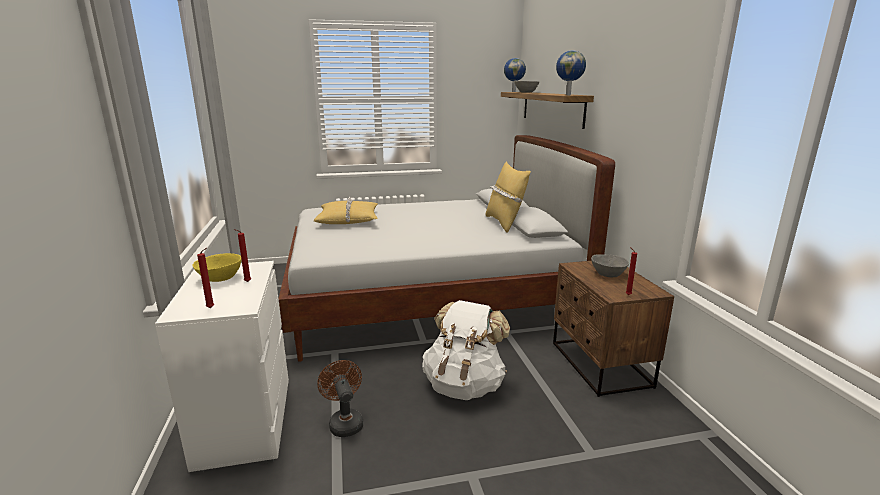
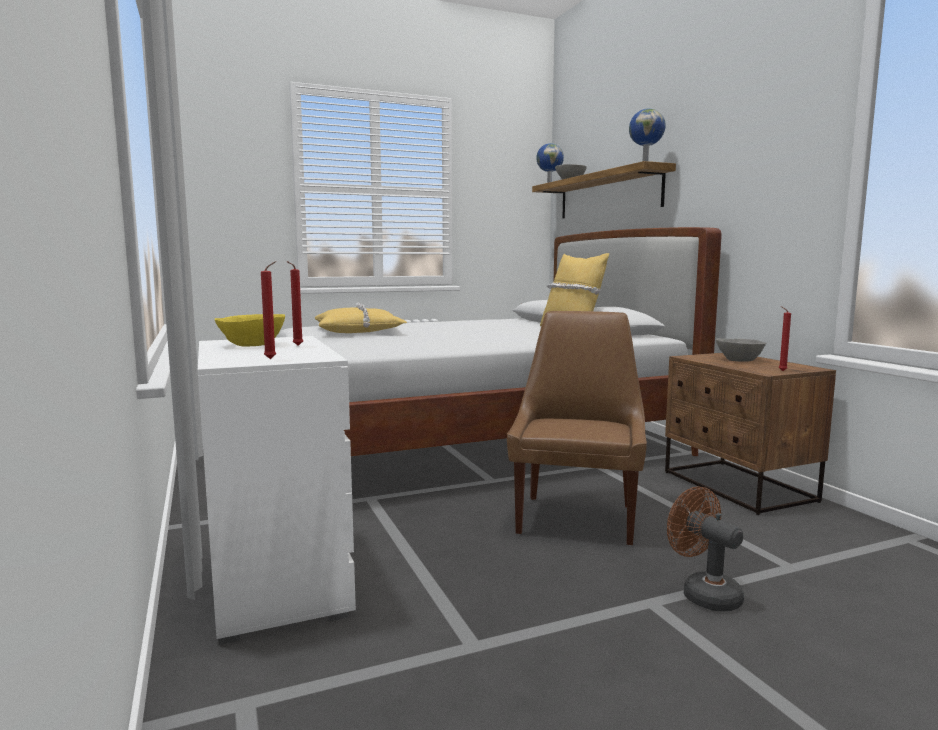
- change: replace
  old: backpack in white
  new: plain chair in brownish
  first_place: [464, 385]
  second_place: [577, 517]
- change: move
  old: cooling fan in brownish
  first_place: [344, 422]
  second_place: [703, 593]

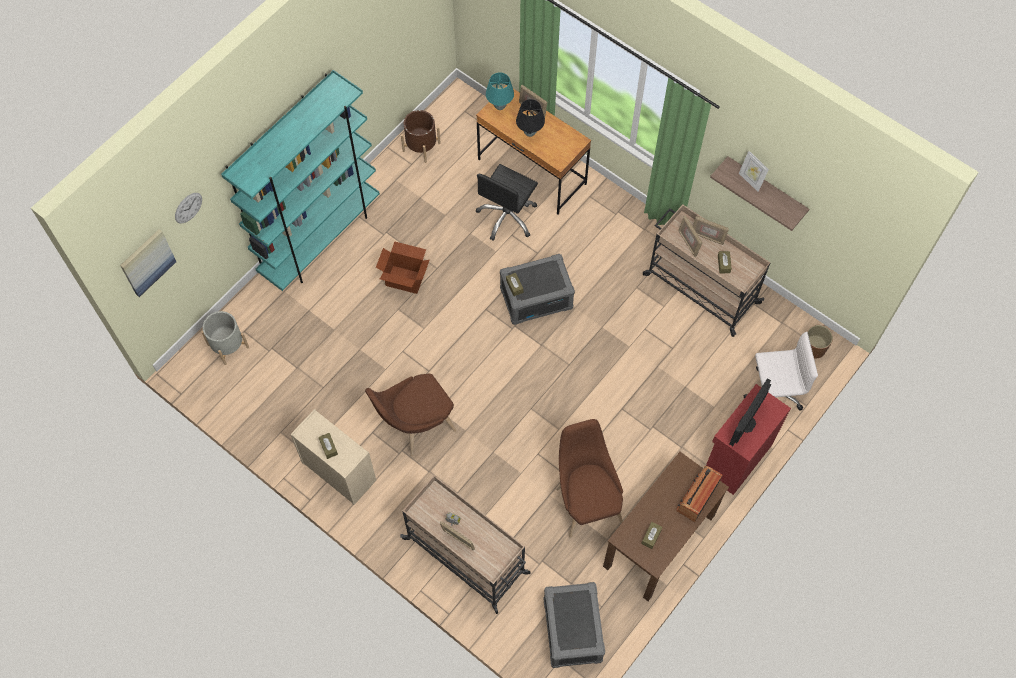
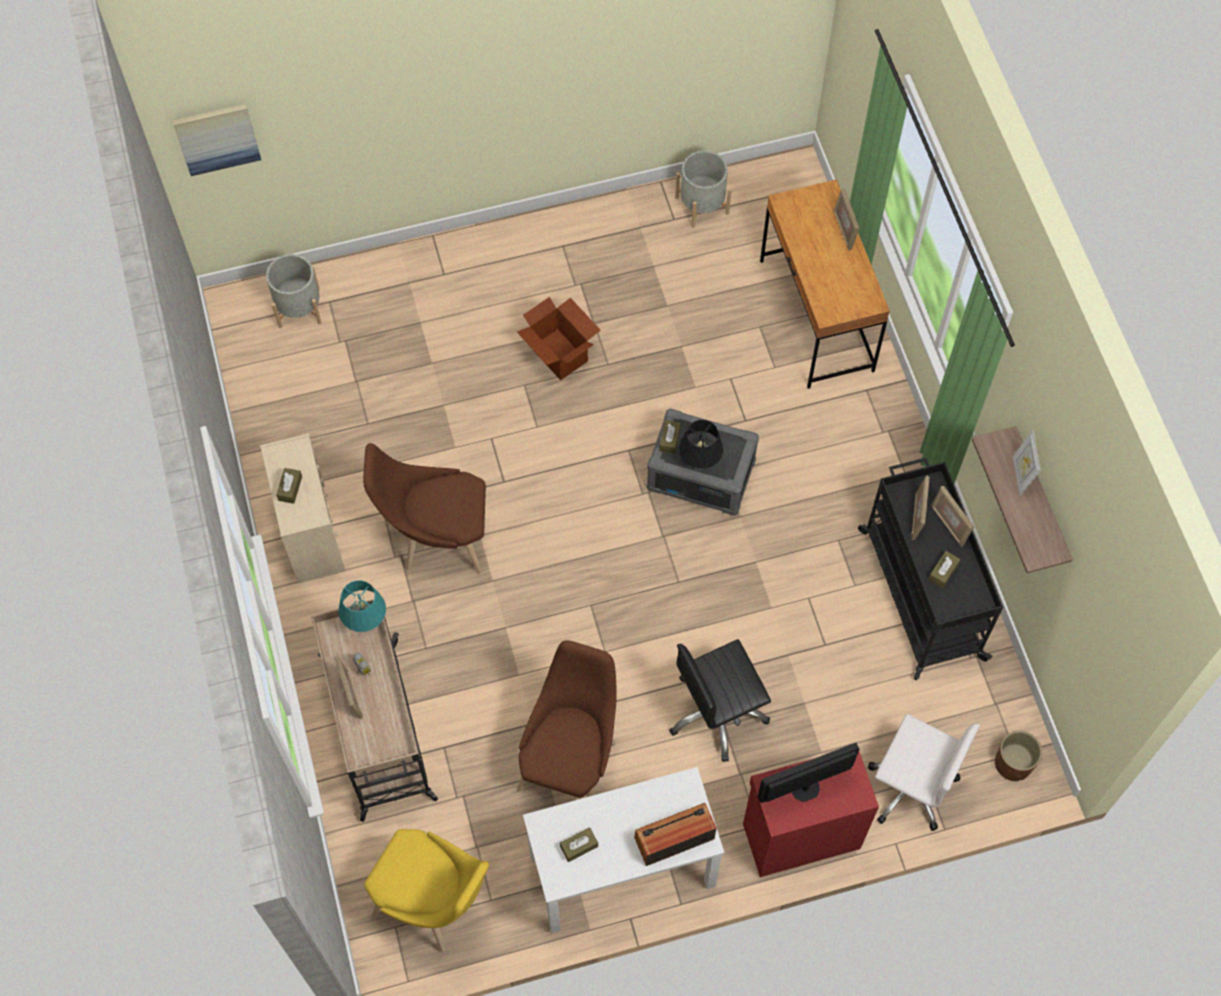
- change: move
  old: lamp for a table in blue-green
  first_place: [499, 106]
  second_place: [366, 622]
- change: replace
  old: storage box in greyish
  new: plain chair in yellow-coloured
  first_place: [573, 630]
  second_place: [435, 904]
- change: recolor
  old: desk table in brownish
  new: desk table in white
  first_place: [658, 541]
  second_place: [621, 870]
- change: move
  old: office chair in black-coloured
  first_place: [507, 216]
  second_place: [717, 713]
- change: recolor
  old: plant pot in brownish
  new: plant pot in greyish
  first_place: [421, 147]
  second_place: [702, 205]
- change: move
  old: lamp for a table in black-coloured
  first_place: [530, 133]
  second_place: [700, 464]
- change: recolor
  old: wheeled cart in beige
  new: wheeled cart in black-coloured
  first_place: [700, 288]
  second_place: [920, 592]
- change: delete
  old: clock on the wall
  first_place: [188, 207]
- change: delete
  old: shelving unit in blue-green
  first_place: [320, 238]

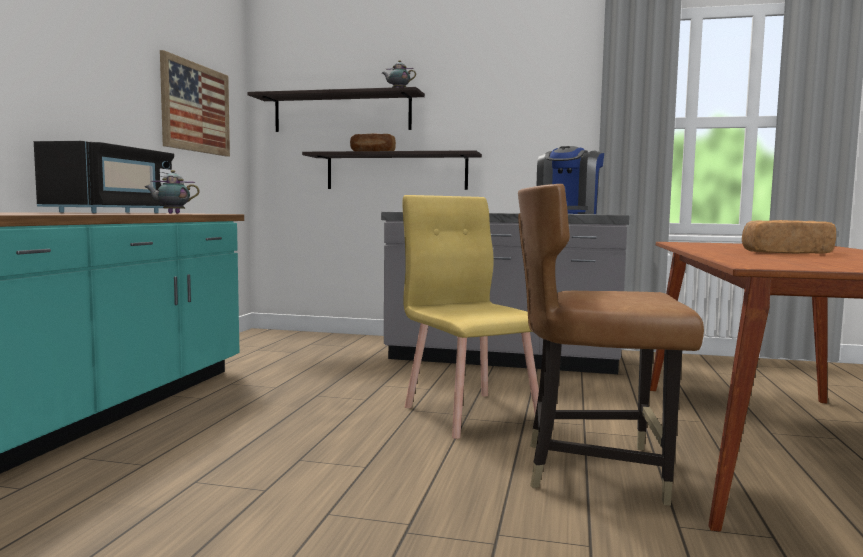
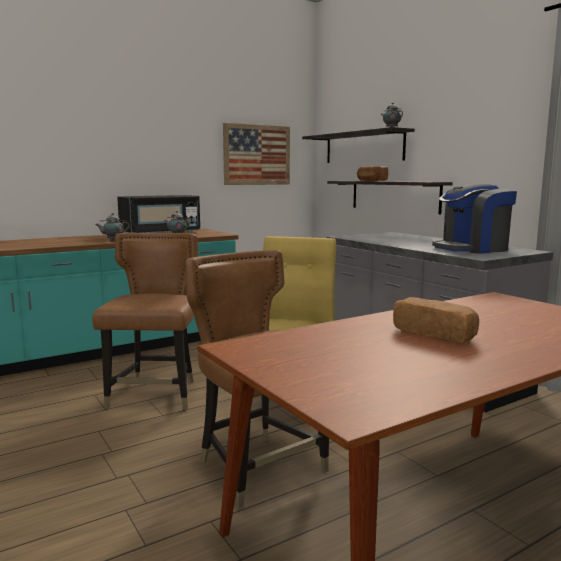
- change: insert
  new: plain chair in brownish
  second_place: [155, 395]
- change: insert
  new: tea pot
  second_place: [113, 240]

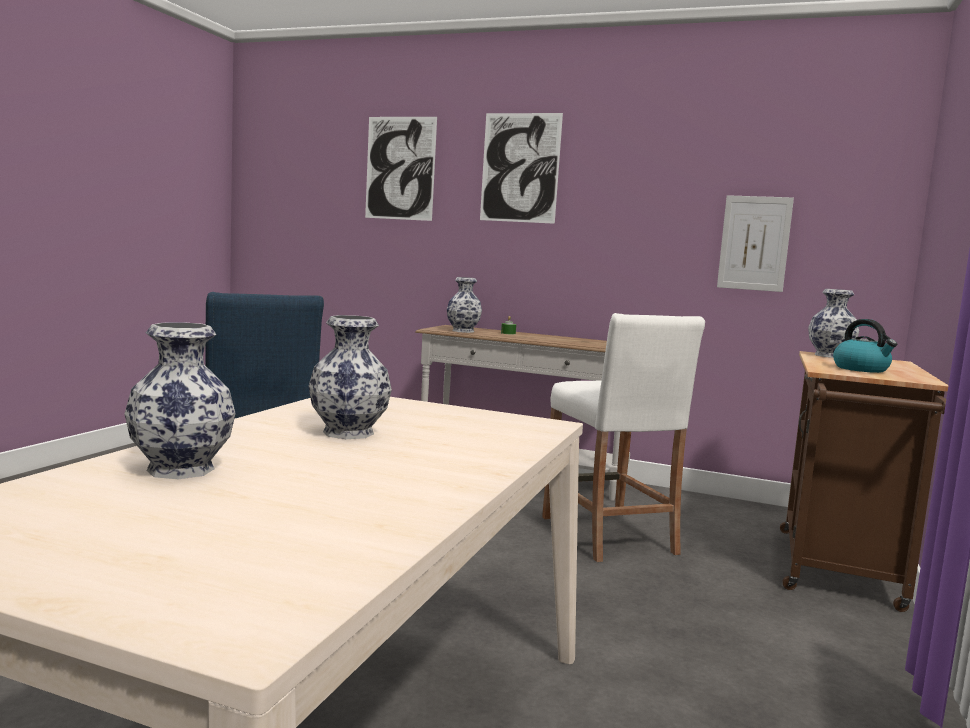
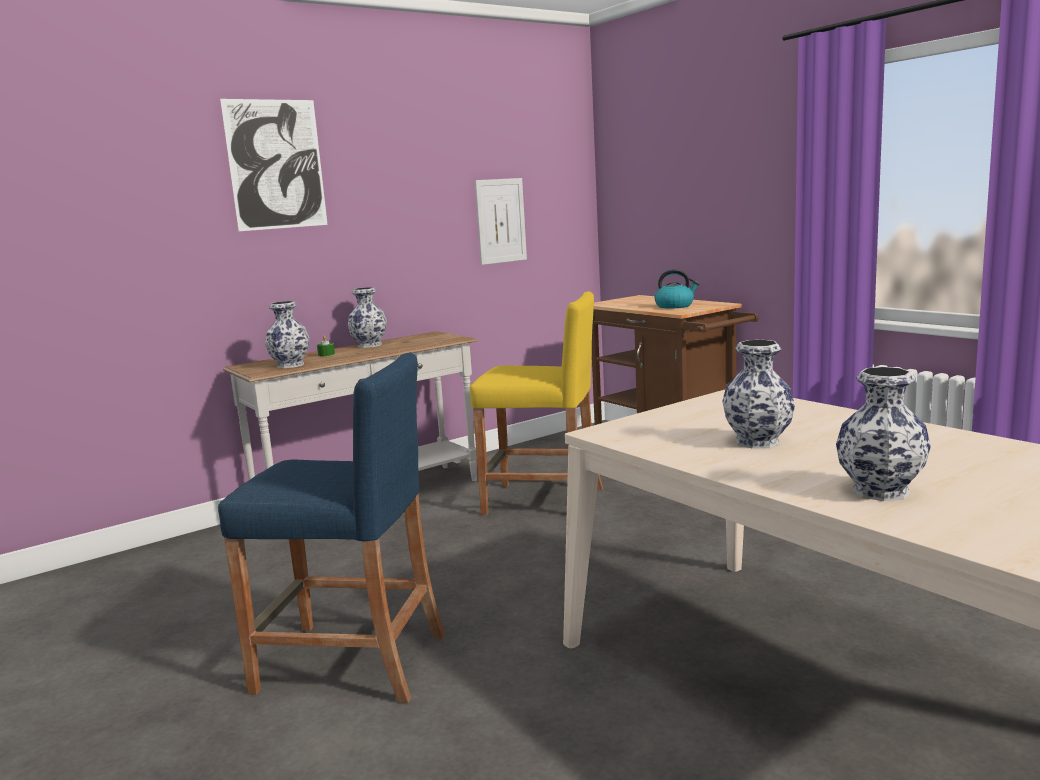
- change: move
  old: vase
  first_place: [829, 356]
  second_place: [369, 345]
- change: recolor
  old: sitting stool in white
  new: sitting stool in yellow-coloured
  first_place: [607, 535]
  second_place: [543, 501]
- change: delete
  old: wall picture
  first_place: [400, 168]

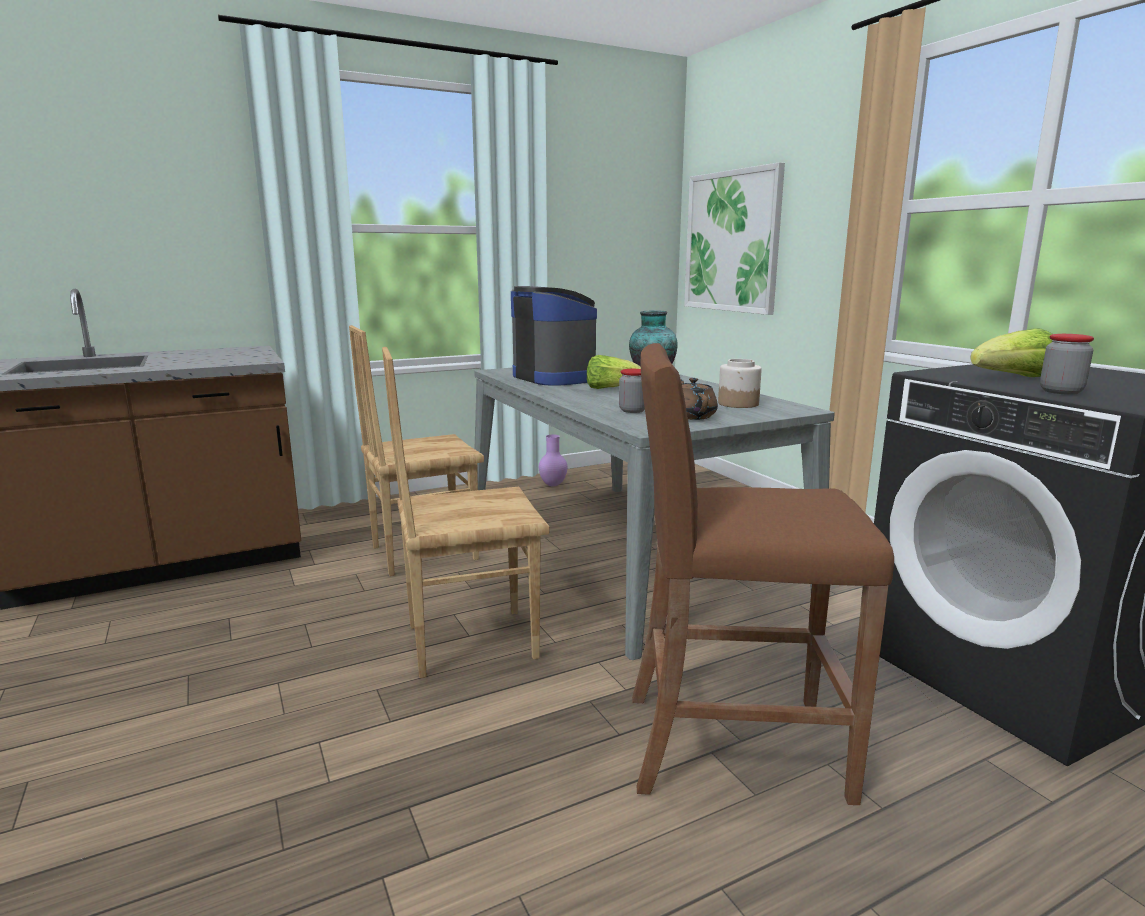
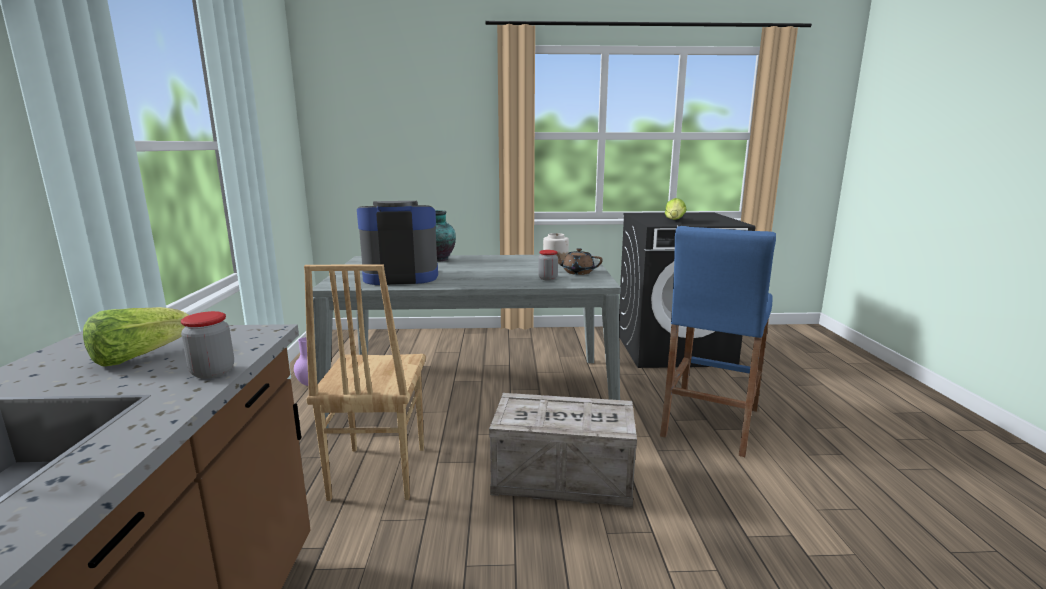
- change: move
  old: lettuce head
  first_place: [611, 389]
  second_place: [139, 357]
- change: move
  old: jar
  first_place: [1061, 391]
  second_place: [213, 372]
- change: replace
  old: plain chair in brownish
  new: crate
  first_place: [470, 641]
  second_place: [560, 478]
- change: recolor
  old: sitting stool in brownish
  new: sitting stool in blue-coloured
  first_place: [732, 744]
  second_place: [709, 422]
- change: delete
  old: wall picture
  first_place: [732, 242]

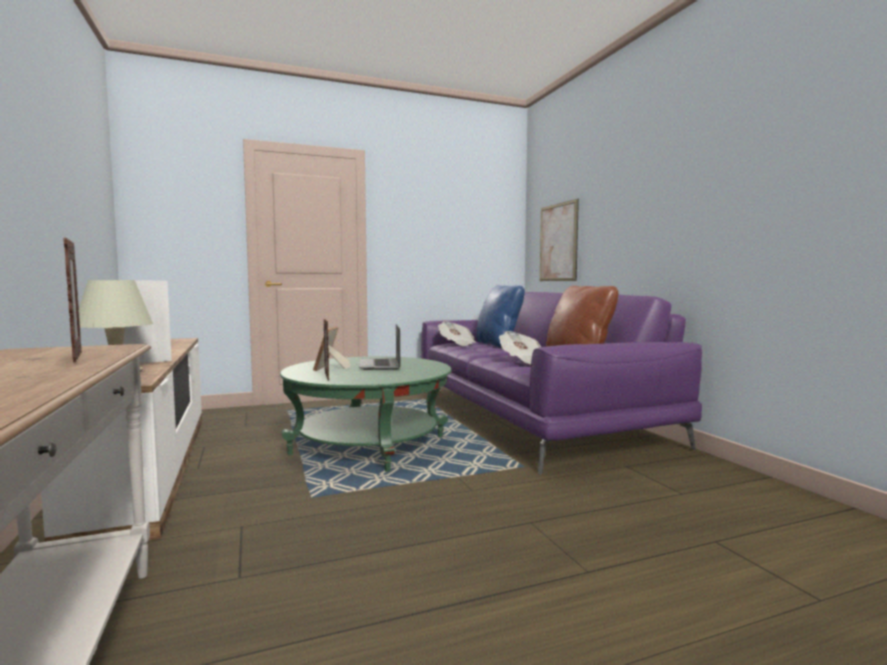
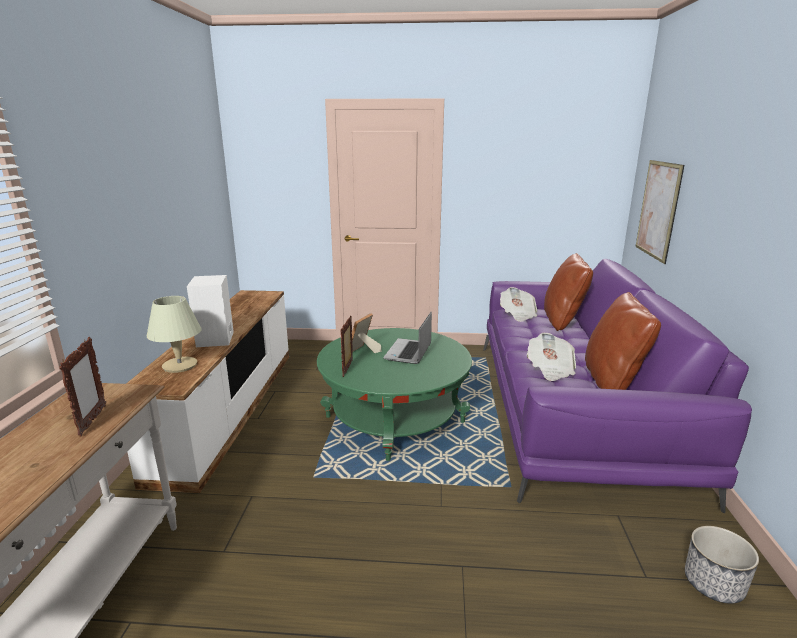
- change: recolor
  old: cushion in blue-coloured
  new: cushion in brownish
  first_place: [498, 344]
  second_place: [563, 321]
- change: insert
  new: plant pot
  second_place: [713, 583]

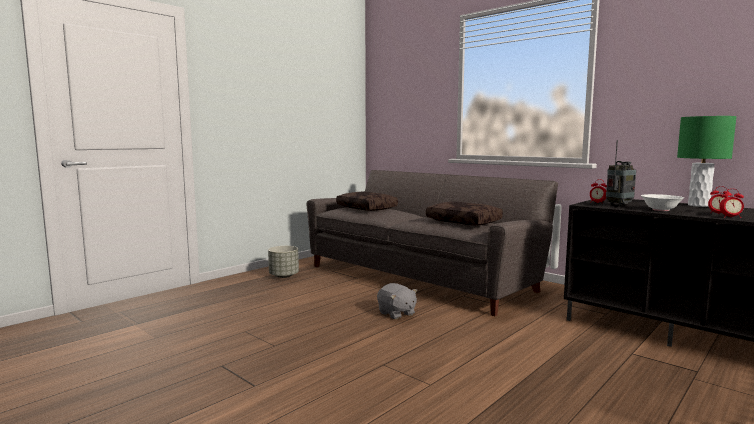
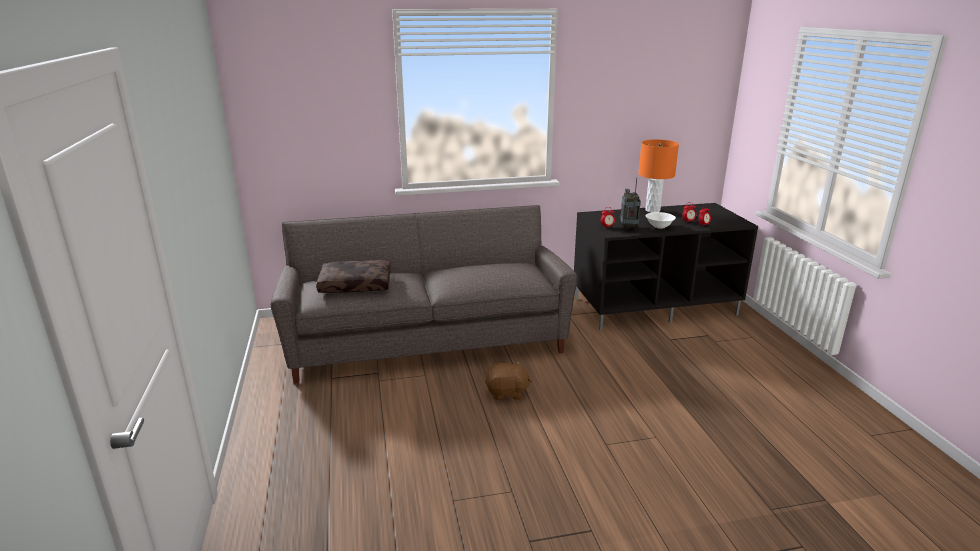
- change: recolor
  old: plush toy in greyish
  new: plush toy in brownish
  first_place: [396, 313]
  second_place: [507, 393]
- change: recolor
  old: lamp for a table in green
  new: lamp for a table in orangey
  first_place: [698, 205]
  second_place: [652, 210]
- change: delete
  old: plant pot in greyish
  first_place: [284, 276]
- change: delete
  old: cushion in brownish
  first_place: [464, 221]

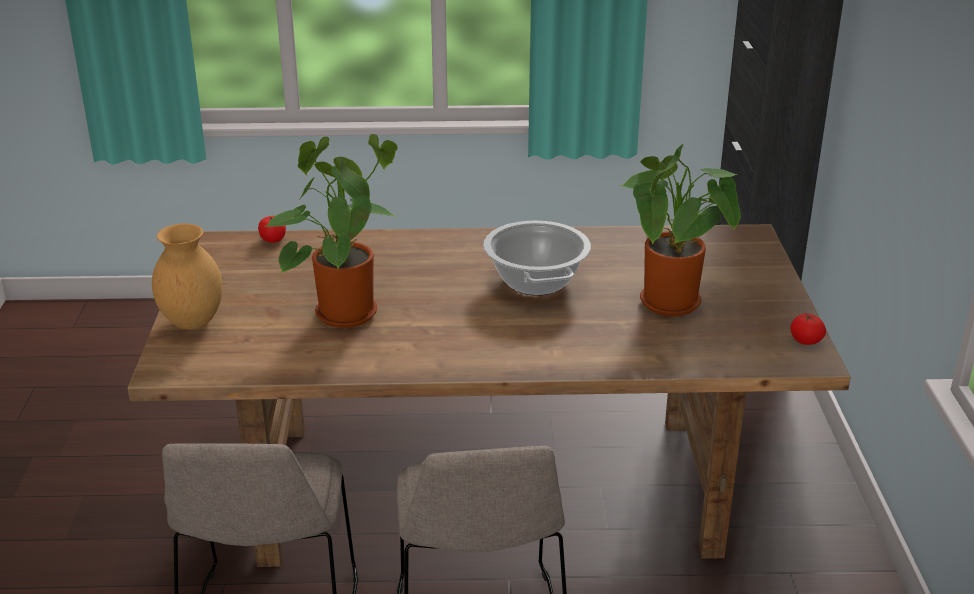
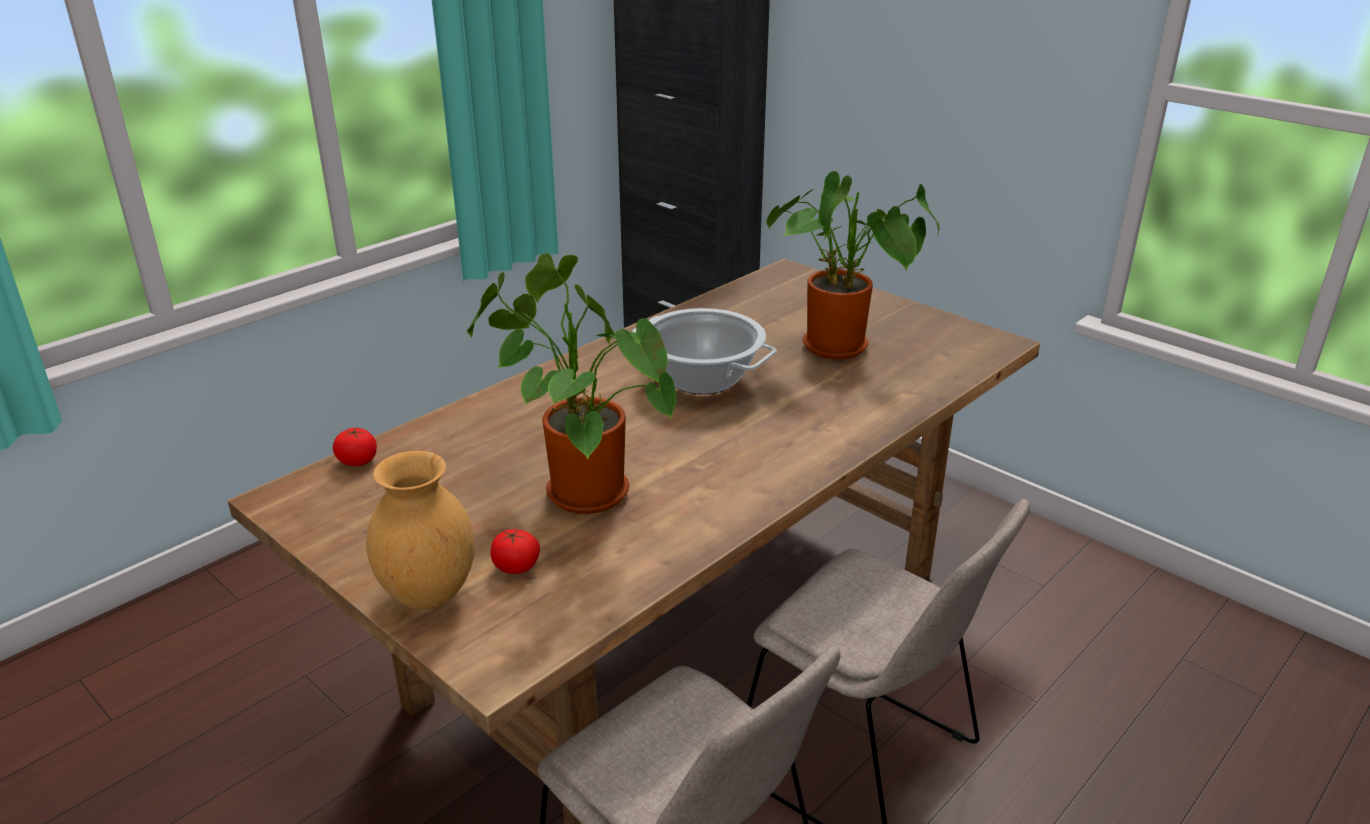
- change: move
  old: tomato
  first_place: [805, 341]
  second_place: [516, 567]

